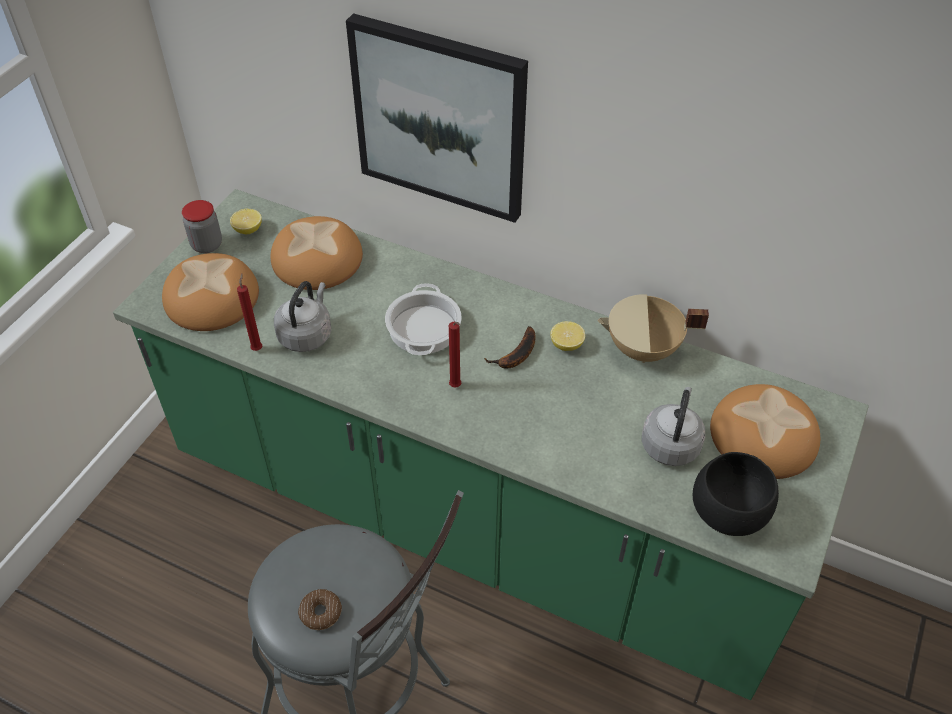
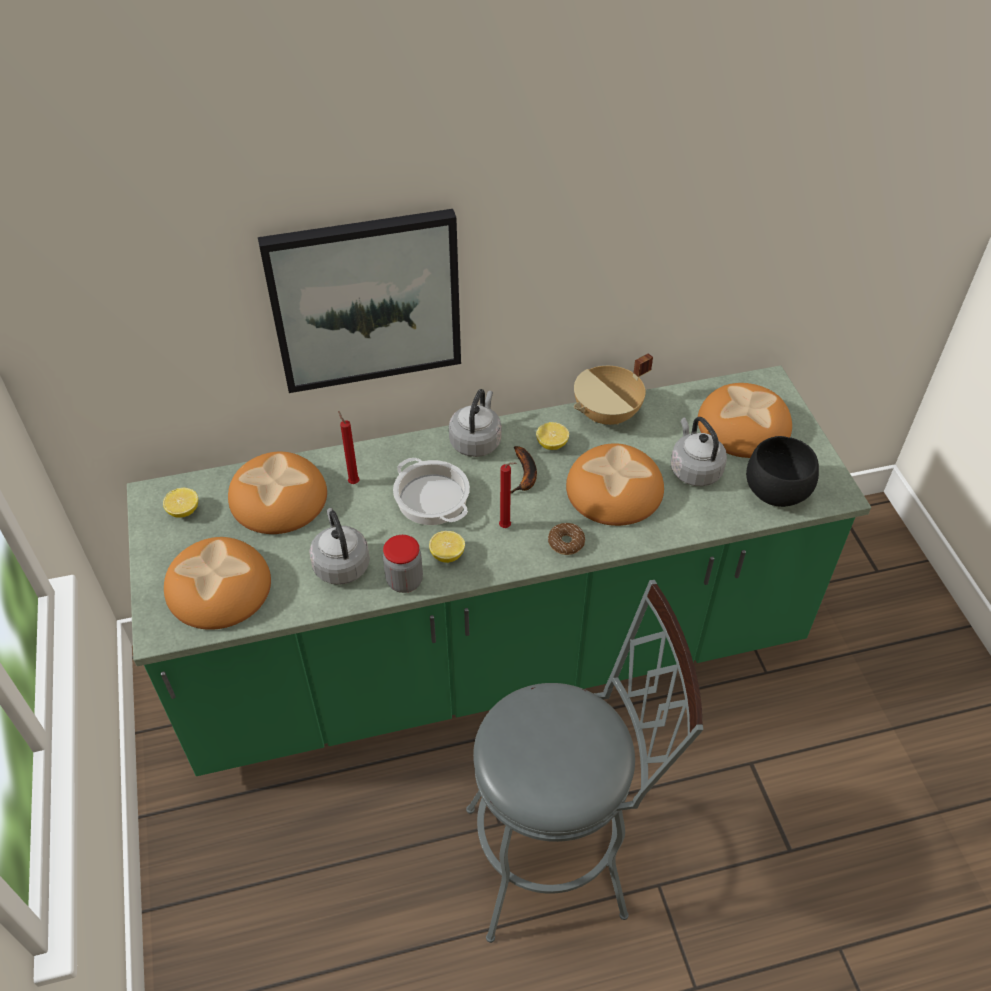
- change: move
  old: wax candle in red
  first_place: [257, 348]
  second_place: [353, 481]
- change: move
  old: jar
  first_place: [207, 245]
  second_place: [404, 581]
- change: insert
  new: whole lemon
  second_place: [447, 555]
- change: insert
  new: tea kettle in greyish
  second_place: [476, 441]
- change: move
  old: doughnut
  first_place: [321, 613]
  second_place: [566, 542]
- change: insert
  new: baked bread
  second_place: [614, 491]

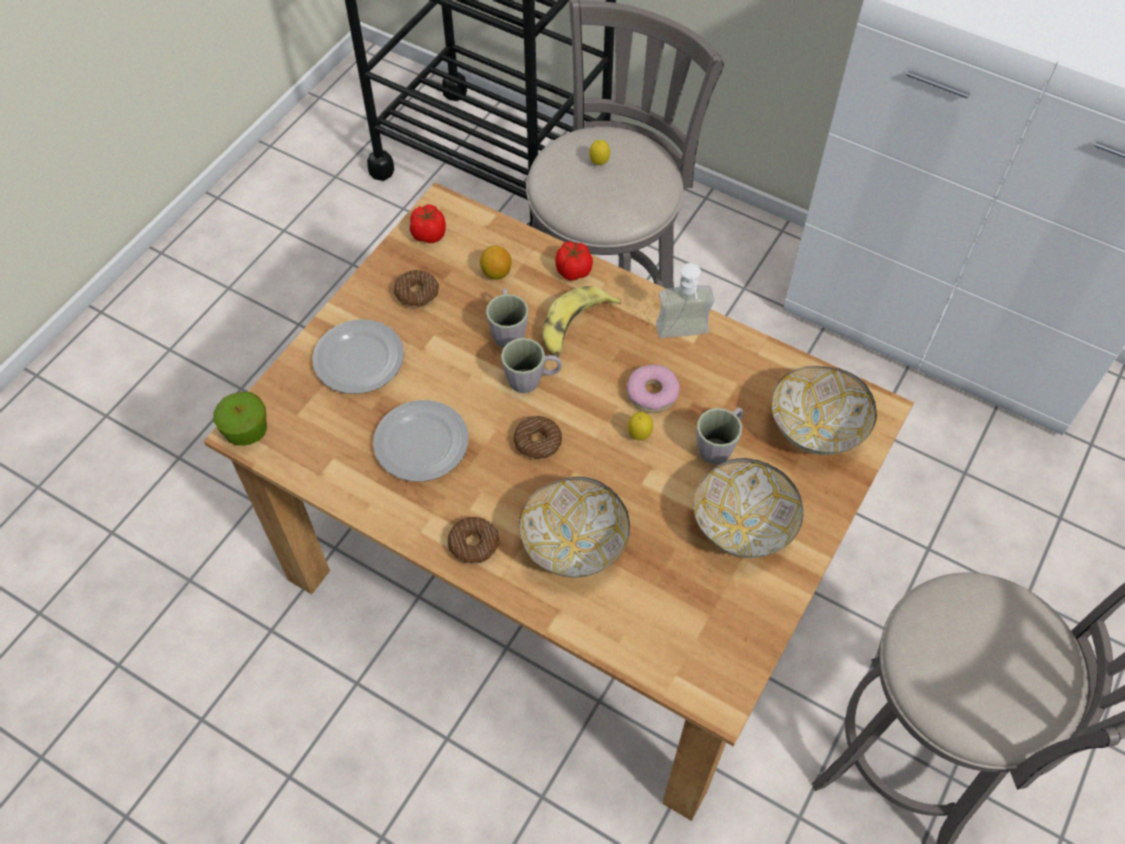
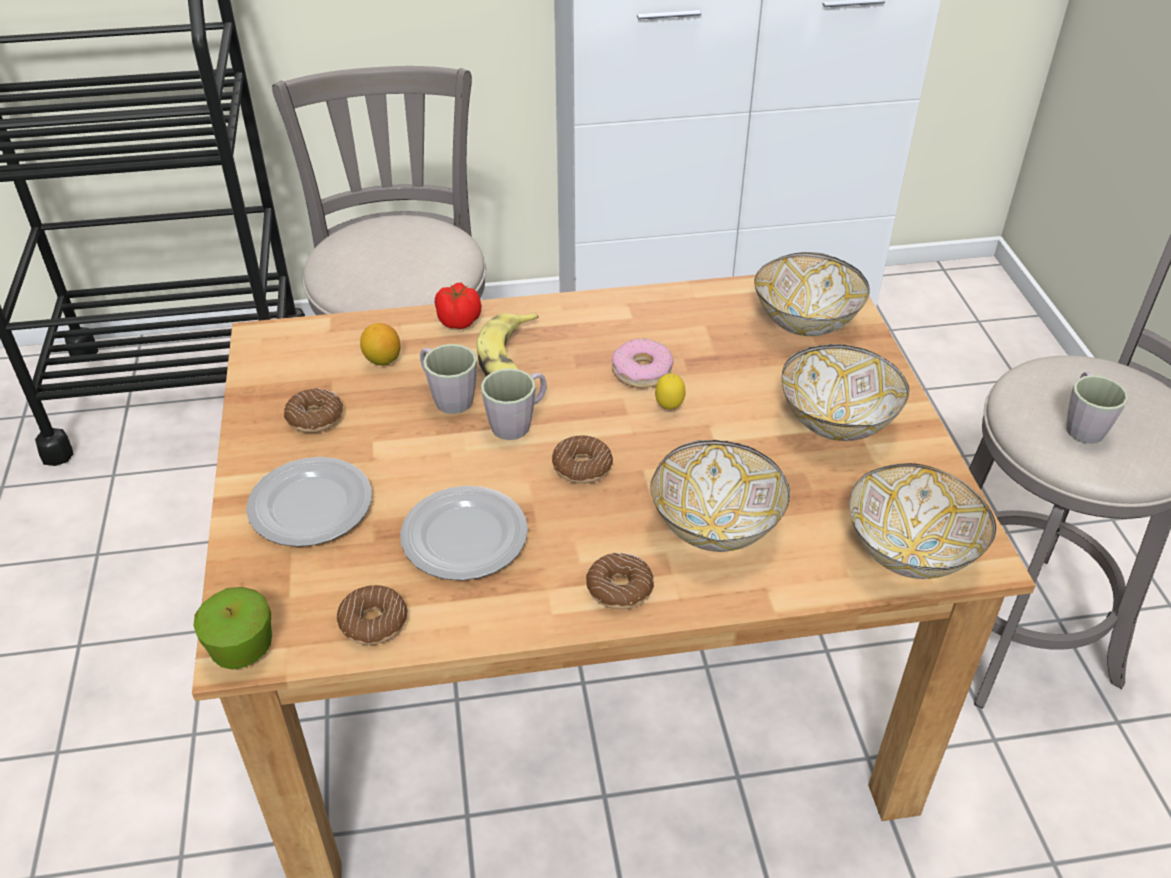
- change: insert
  new: doughnut
  second_place: [373, 622]
- change: insert
  new: deep dish
  second_place: [911, 554]
- change: move
  old: coffee mug in greyish
  first_place: [719, 445]
  second_place: [1082, 425]
- change: delete
  old: tomato
  first_place: [429, 233]
- change: delete
  old: whole lemon
  first_place: [599, 163]
- change: delete
  old: soap dispenser
  first_place: [684, 337]

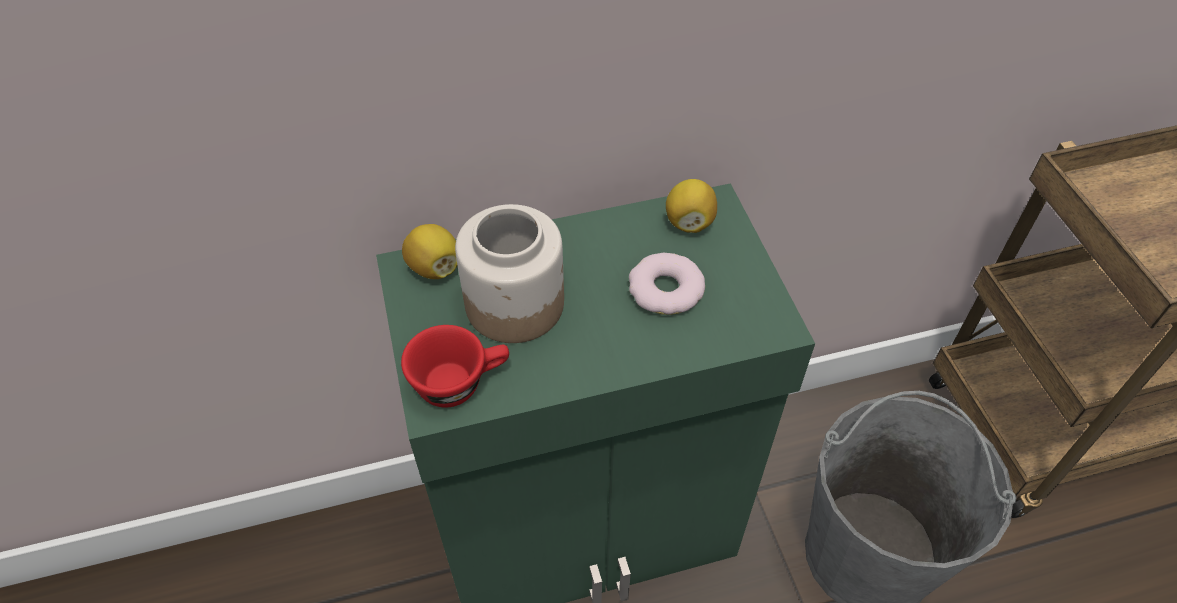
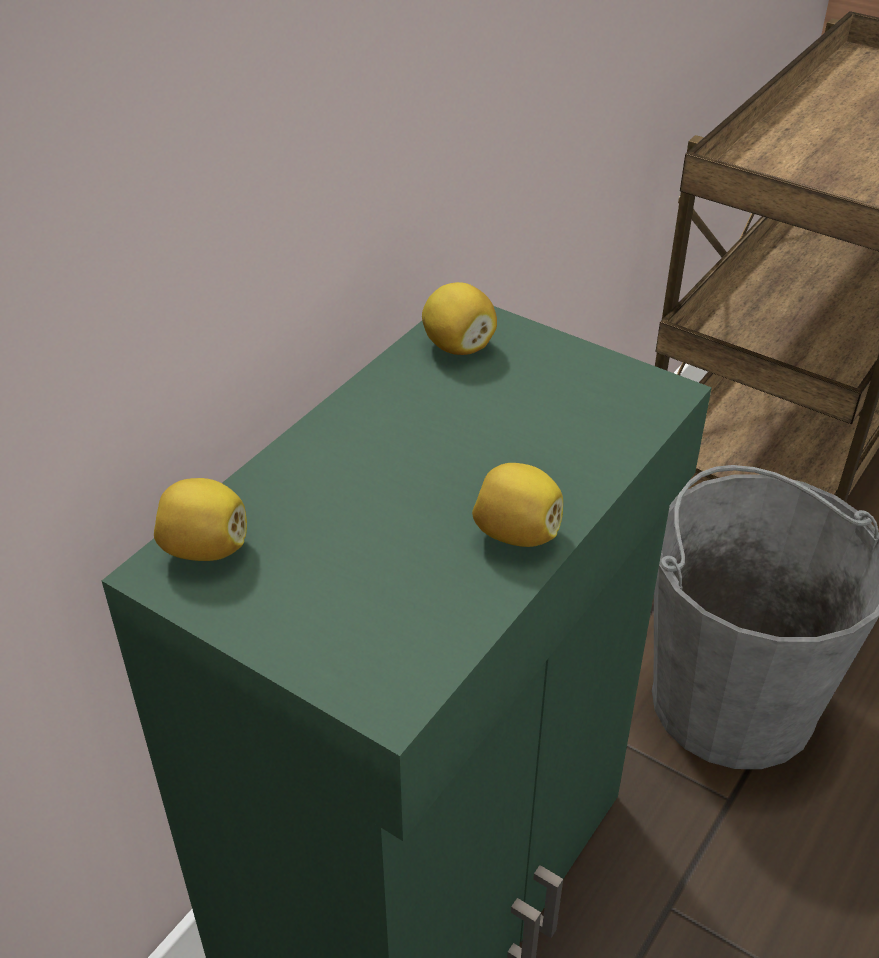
- change: insert
  new: whole lemon
  second_place: [516, 533]
- change: delete
  old: cup in red
  first_place: [460, 382]
- change: delete
  old: jar
  first_place: [516, 303]
- change: delete
  old: doughnut
  first_place: [665, 290]

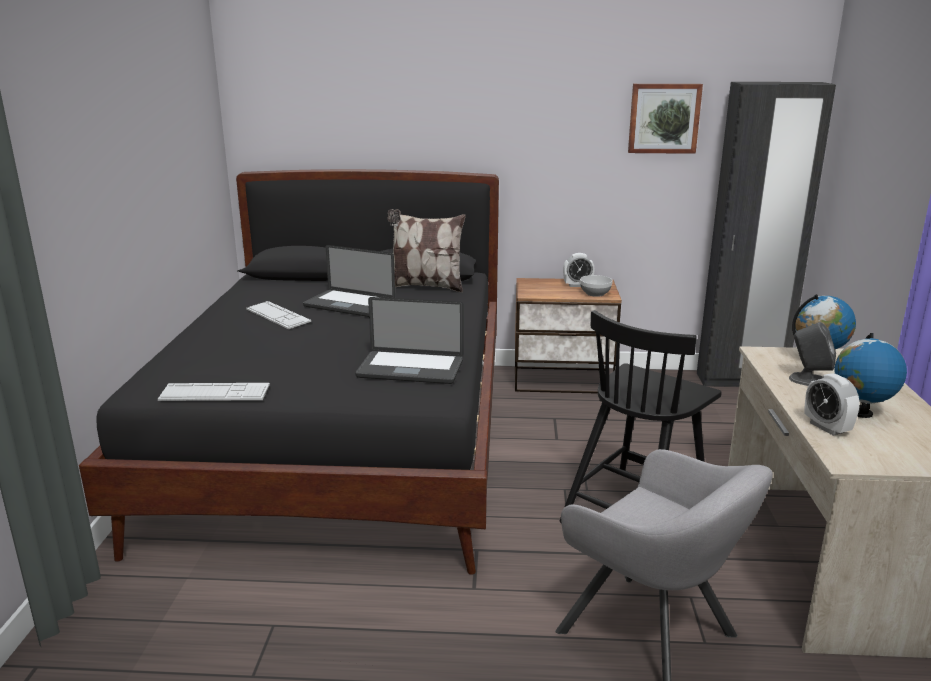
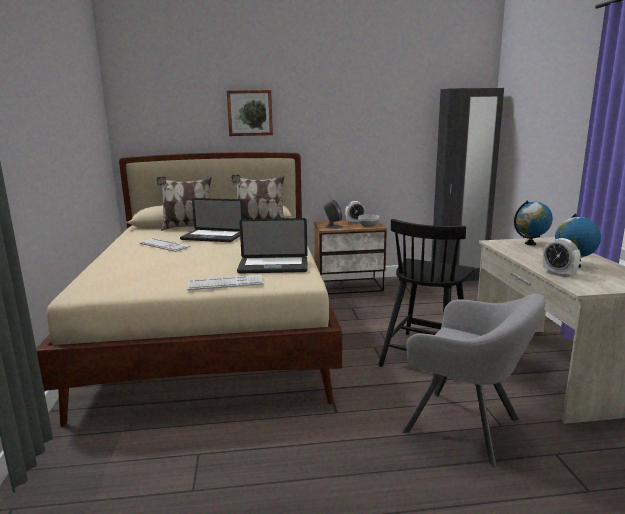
- change: recolor
  old: sleeping bed in black-coloured
  new: sleeping bed in beige
  first_place: [345, 443]
  second_place: [214, 334]
- change: insert
  new: cushion
  second_place: [188, 227]
- change: move
  old: keyboard
  first_place: [215, 393]
  second_place: [225, 283]
- change: move
  old: wall picture
  first_place: [664, 118]
  second_place: [250, 113]
- change: move
  old: loudspeaker in greyish
  first_place: [809, 380]
  second_place: [333, 227]

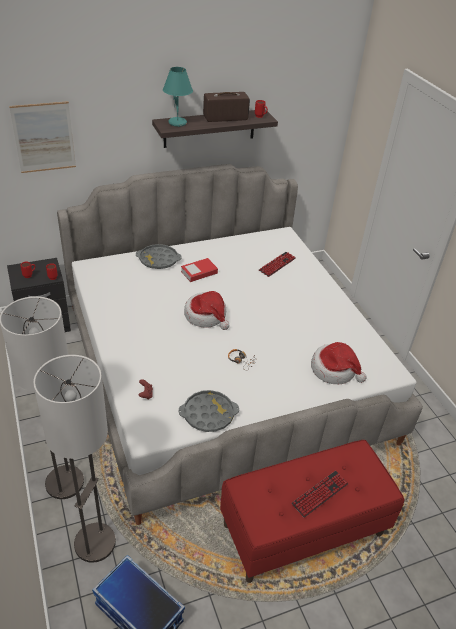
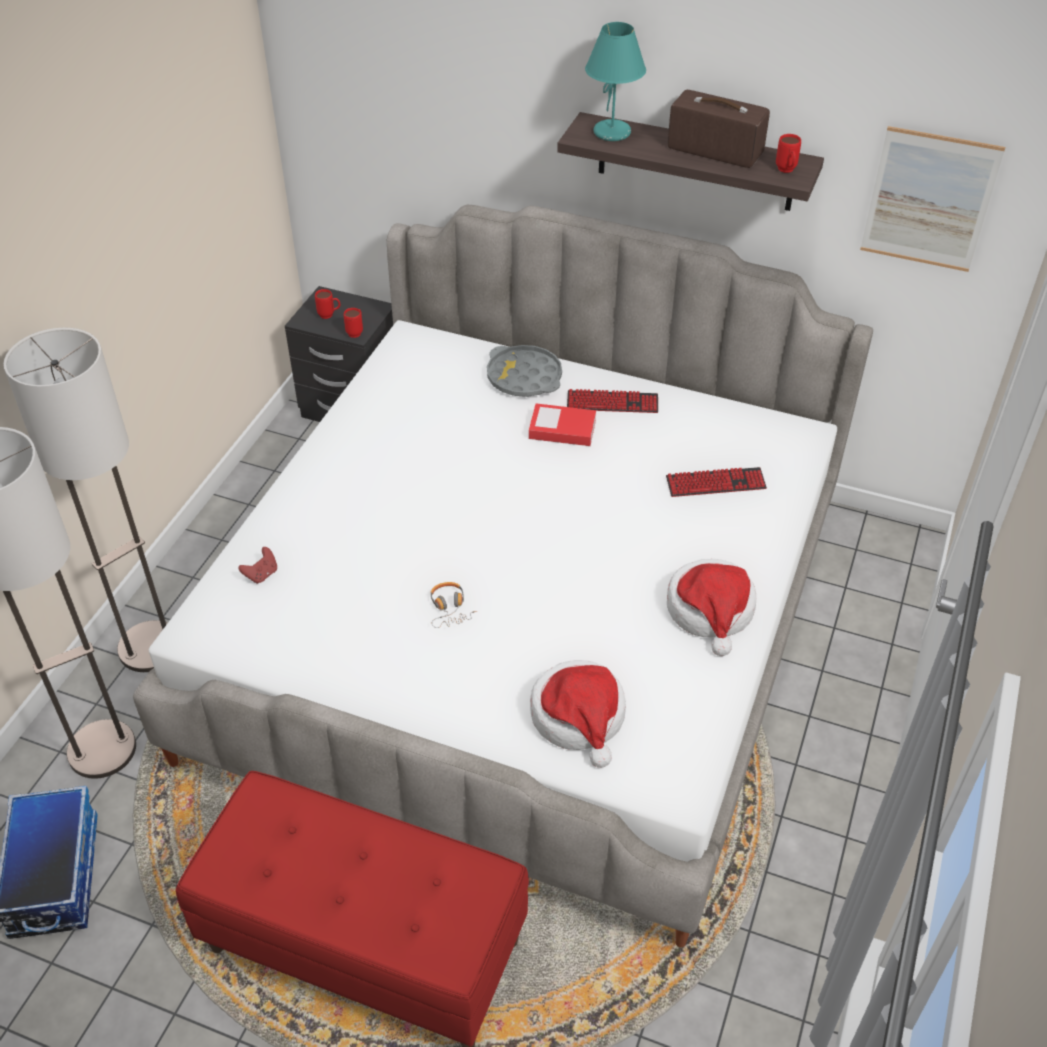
- change: move
  old: keyboard
  first_place: [320, 494]
  second_place: [612, 403]
- change: move
  old: hat
  first_place: [206, 316]
  second_place: [711, 611]
- change: move
  old: wall picture
  first_place: [44, 137]
  second_place: [929, 200]
- change: delete
  old: serving tray in greyish
  first_place: [208, 414]

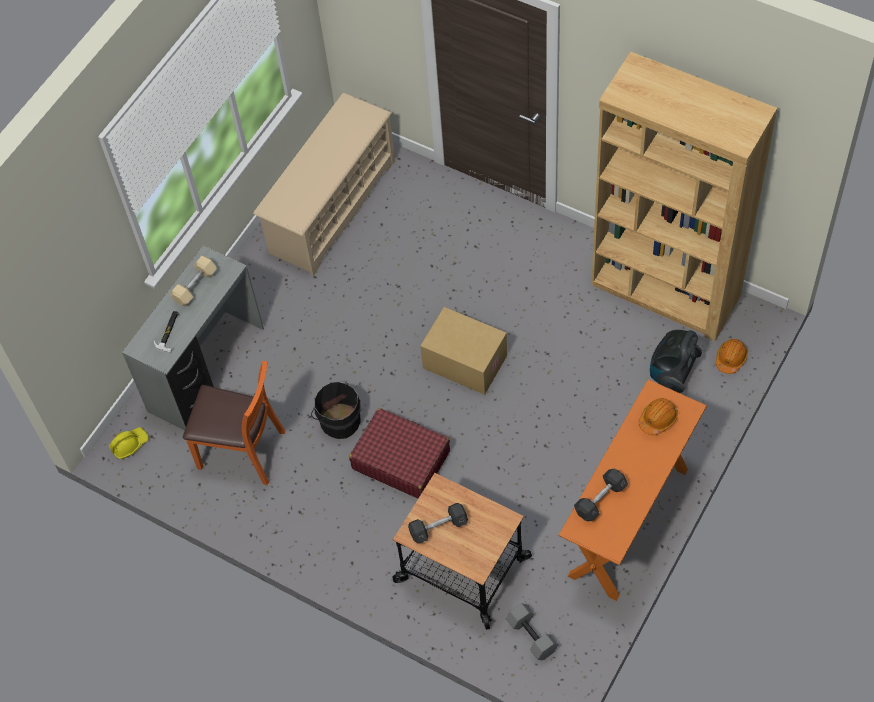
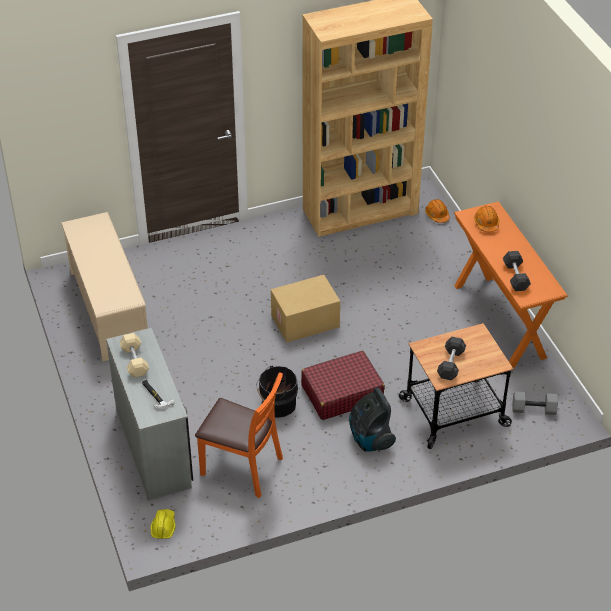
- change: rotate
  old: plain chair in orangey
  first_place: [242, 451]
  second_place: [242, 467]
  degrees: 60
- change: move
  old: vacuum
  first_place: [672, 373]
  second_place: [370, 439]

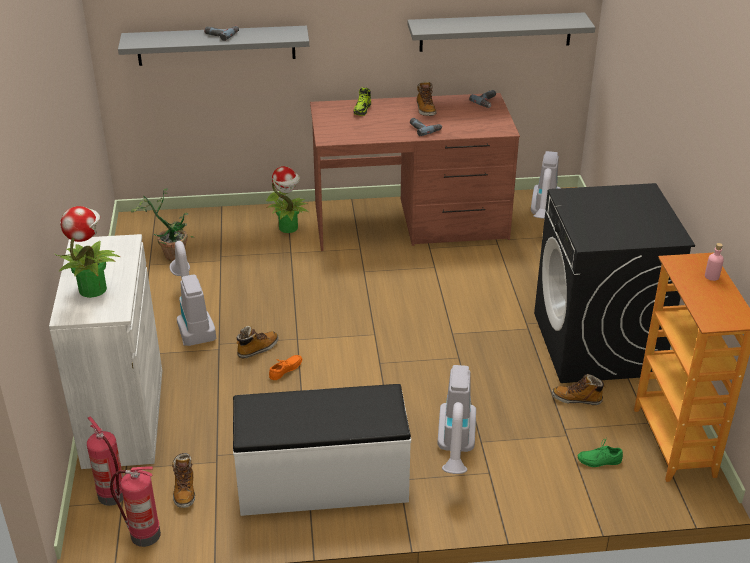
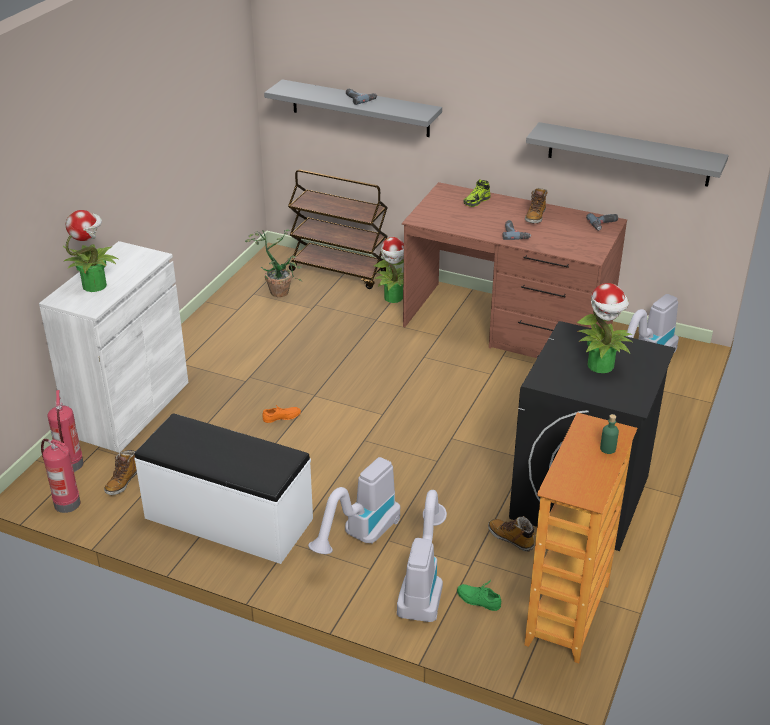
- change: insert
  new: wheeled cart in brownish
  second_place: [339, 271]
- change: move
  old: vacuum
  first_place: [192, 321]
  second_place: [423, 585]
- change: insert
  new: potted plant
  second_place: [601, 366]
- change: recolor
  old: beverage bottle in pinkish
  new: beverage bottle in green
  first_place: [712, 276]
  second_place: [607, 449]
- change: delete
  old: high-top boot
  first_place: [258, 349]

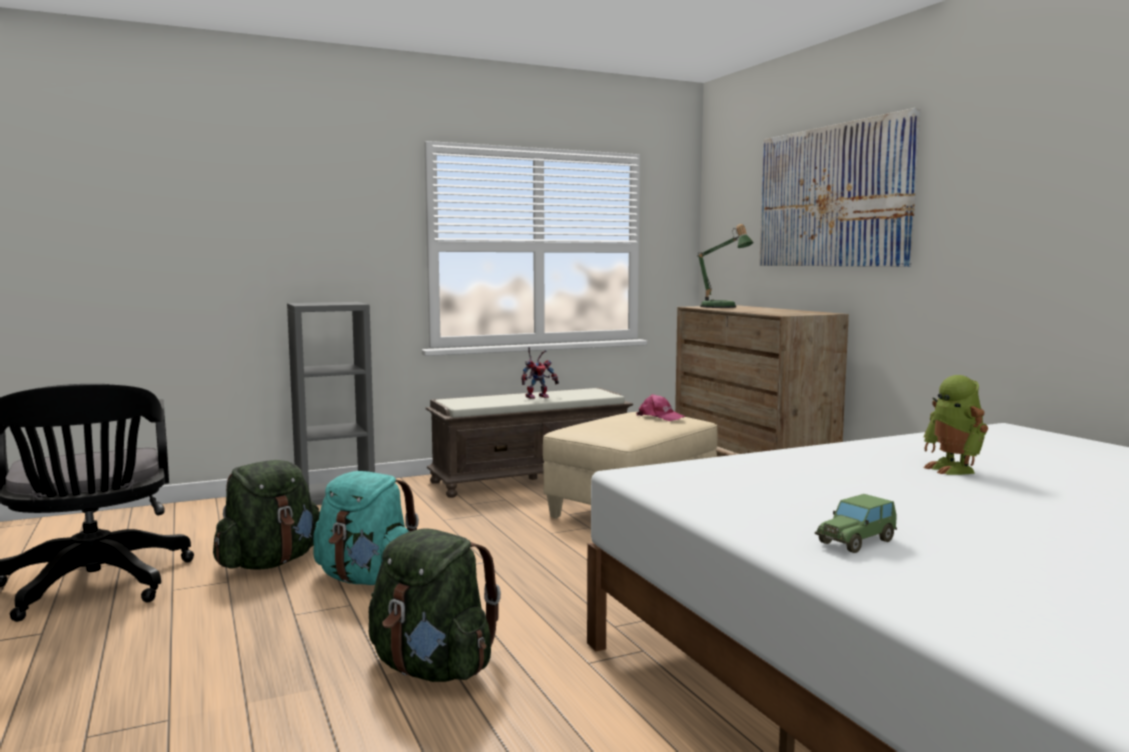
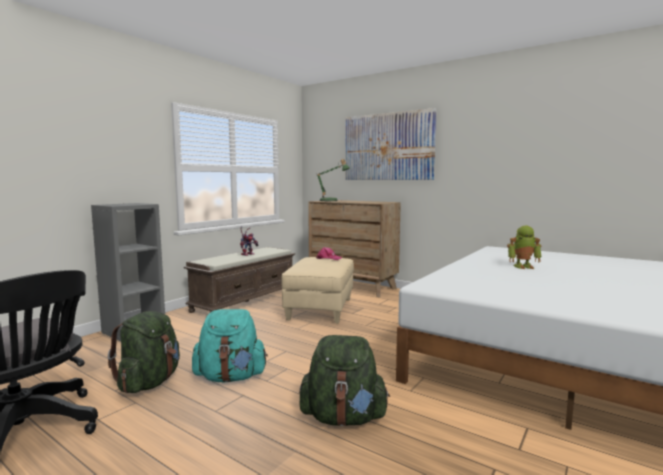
- change: rotate
  old: robot figure
  first_place: [954, 469]
  second_place: [523, 266]
  degrees: -45
- change: delete
  old: miniature car
  first_place: [856, 542]

